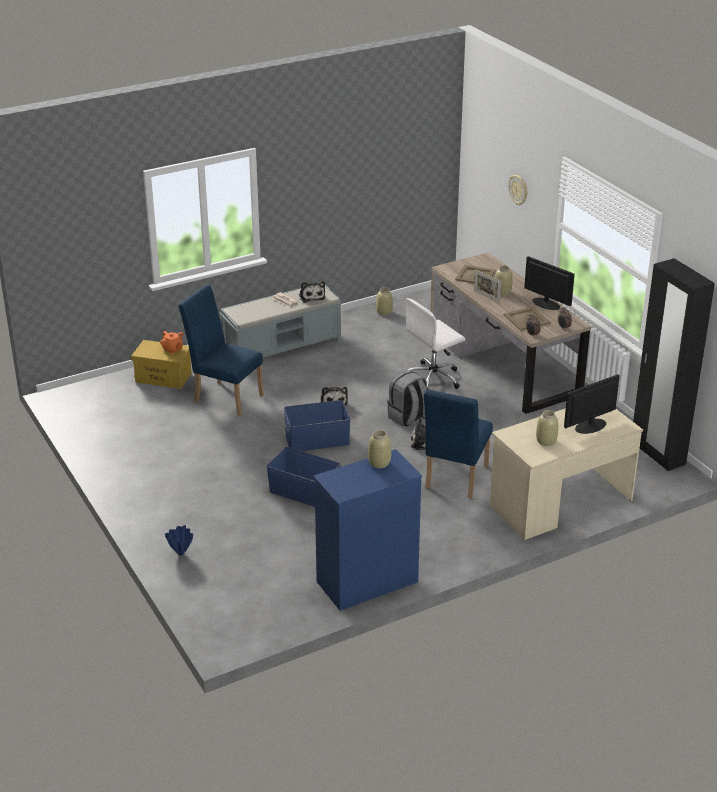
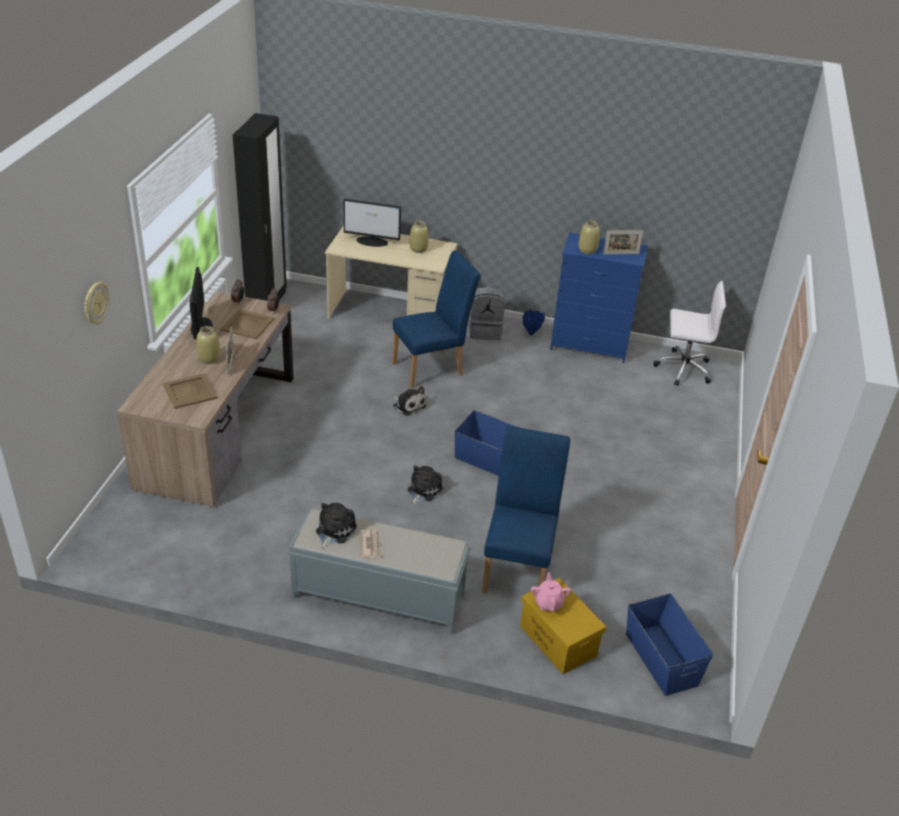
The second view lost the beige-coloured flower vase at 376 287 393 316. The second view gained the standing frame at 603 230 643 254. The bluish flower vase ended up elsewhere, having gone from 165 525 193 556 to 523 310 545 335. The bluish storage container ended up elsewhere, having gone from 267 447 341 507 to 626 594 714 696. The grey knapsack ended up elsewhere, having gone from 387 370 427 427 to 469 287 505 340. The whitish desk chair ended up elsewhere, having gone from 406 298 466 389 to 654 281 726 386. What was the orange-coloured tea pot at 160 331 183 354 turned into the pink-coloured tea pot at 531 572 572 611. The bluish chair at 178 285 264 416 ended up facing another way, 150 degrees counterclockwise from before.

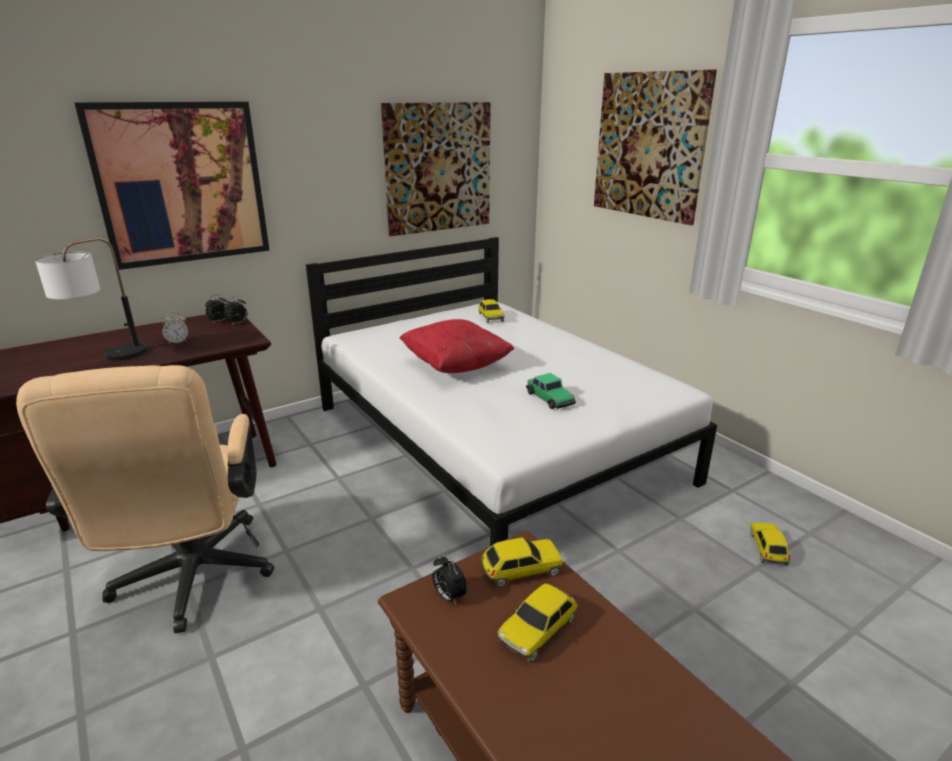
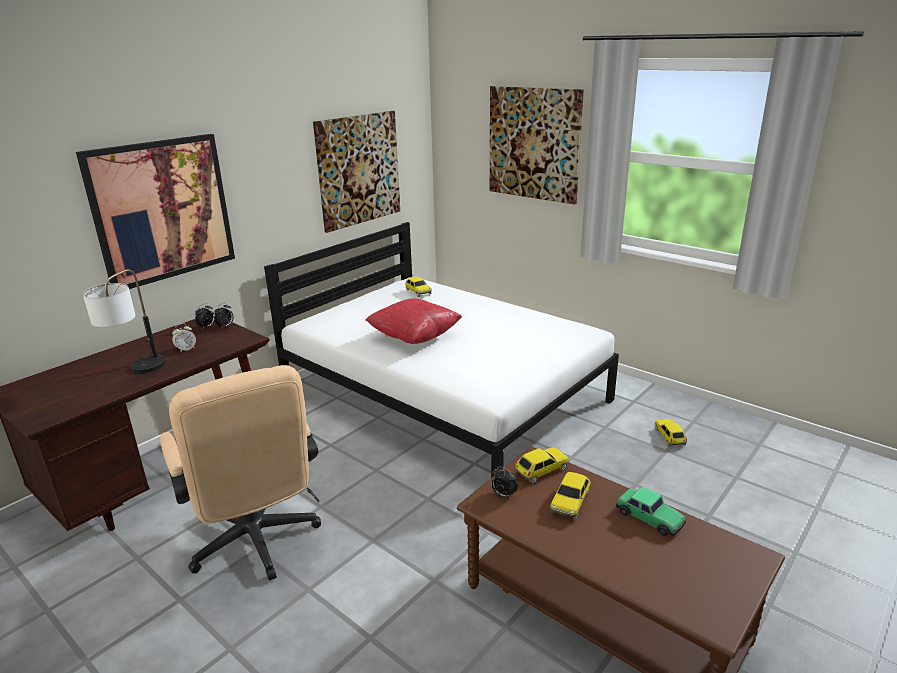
The miniature car ended up elsewhere, having gone from 526 373 576 409 to 616 486 686 536.

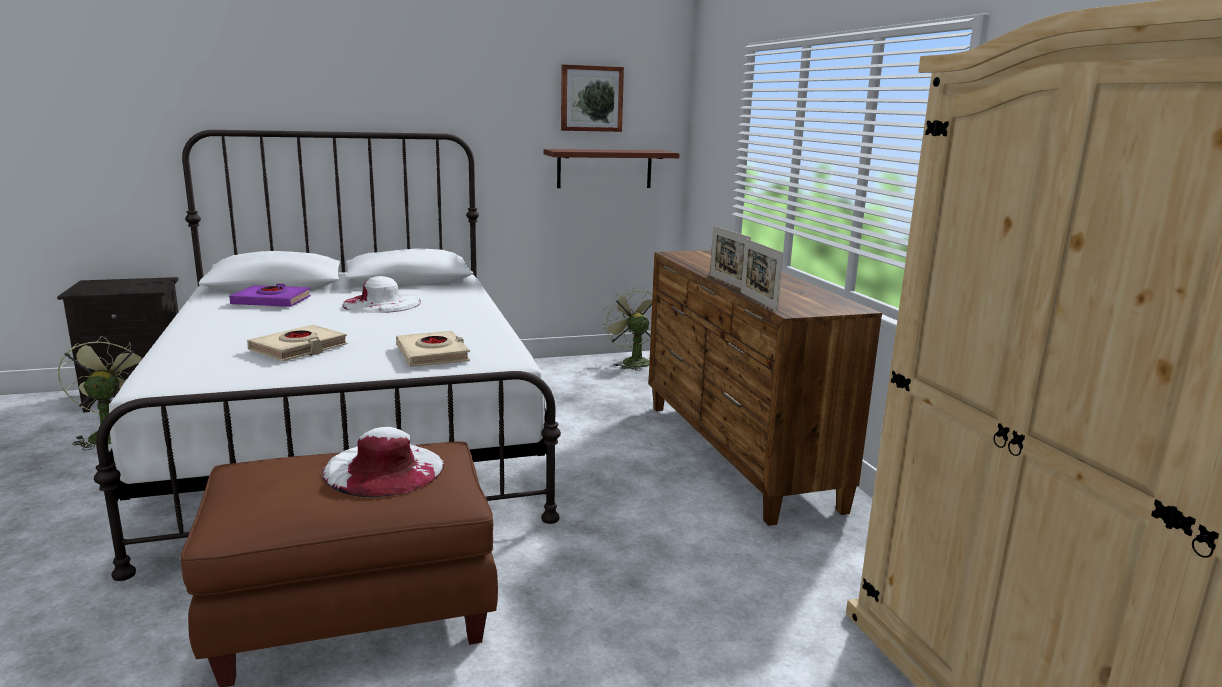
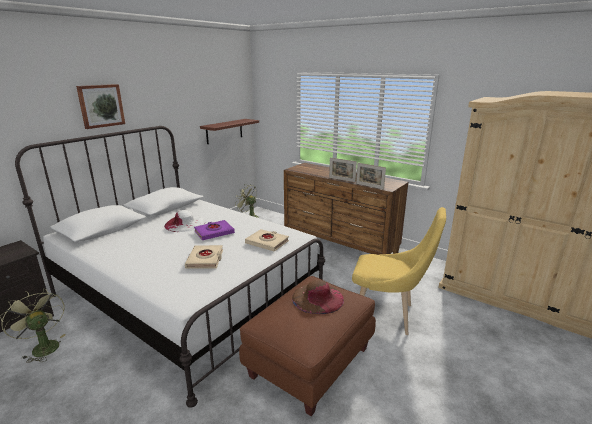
The second view gained the yellowish chair at 352 207 446 335. The purple-coloured bound book ended up elsewhere, having gone from 229 284 311 307 to 194 220 235 240. The wall picture ended up elsewhere, having gone from 561 64 624 132 to 76 84 125 129. What was the whitish hat at 322 427 444 497 turned into the brownish hat at 292 280 344 314.

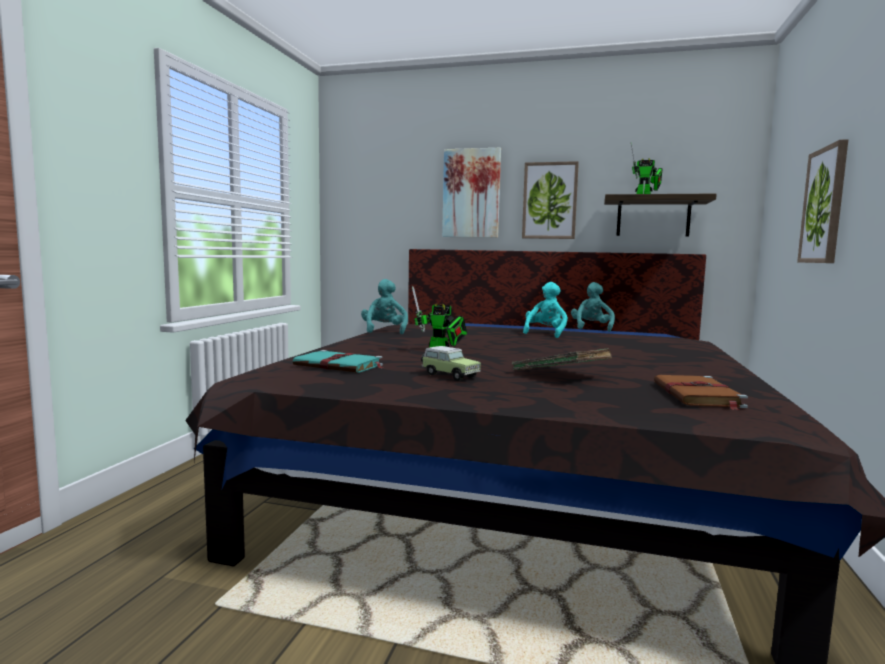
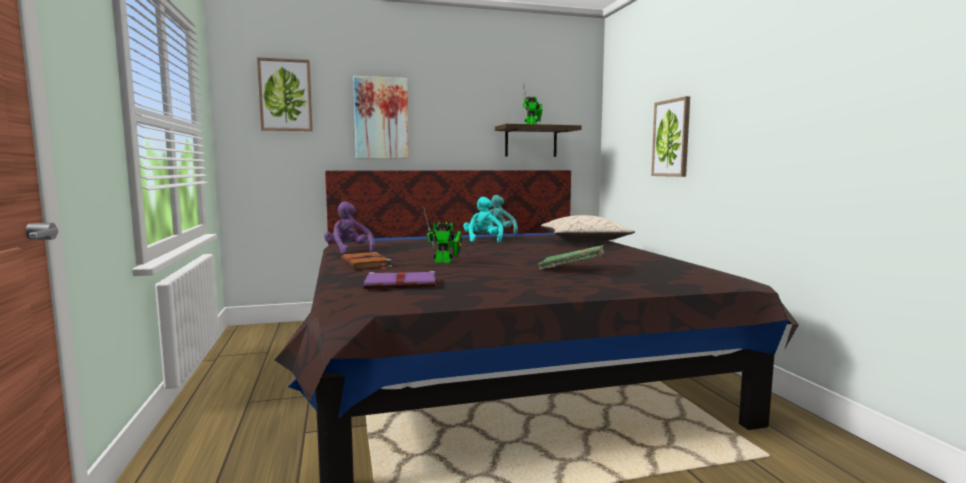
The second view lost the miniature car at 421 346 481 381. The second view gained the beige-coloured throw pillow at 541 215 635 242. The wall picture ended up elsewhere, having gone from 522 161 579 239 to 257 57 313 131. The brownish bound book ended up elsewhere, having gone from 654 375 748 410 to 341 252 392 269. What was the blue-green bound book at 293 350 383 373 turned into the purple-coloured bound book at 364 271 441 289. What was the blue-green cuddly toy at 361 279 408 334 turned into the purple-coloured cuddly toy at 324 201 375 254.

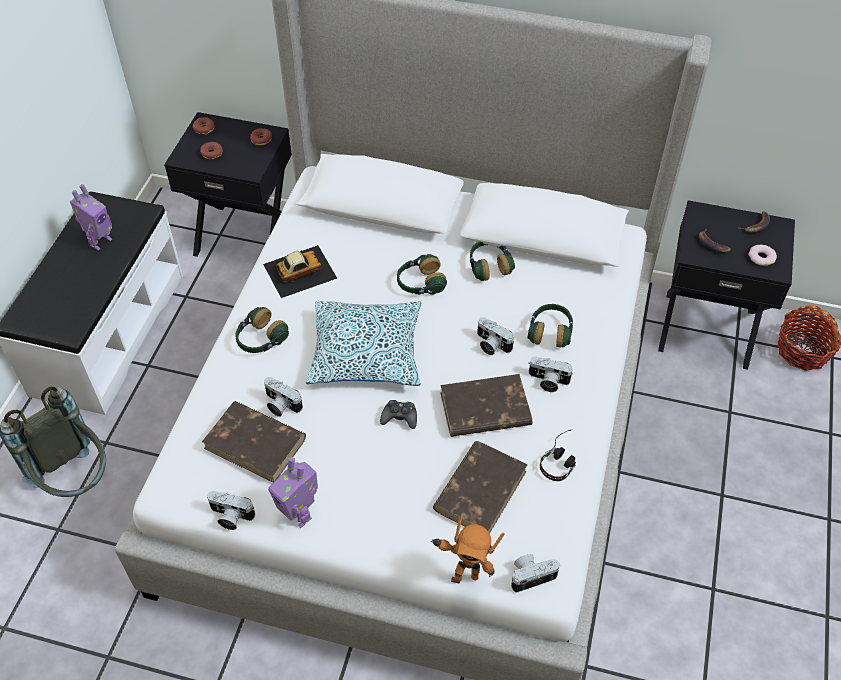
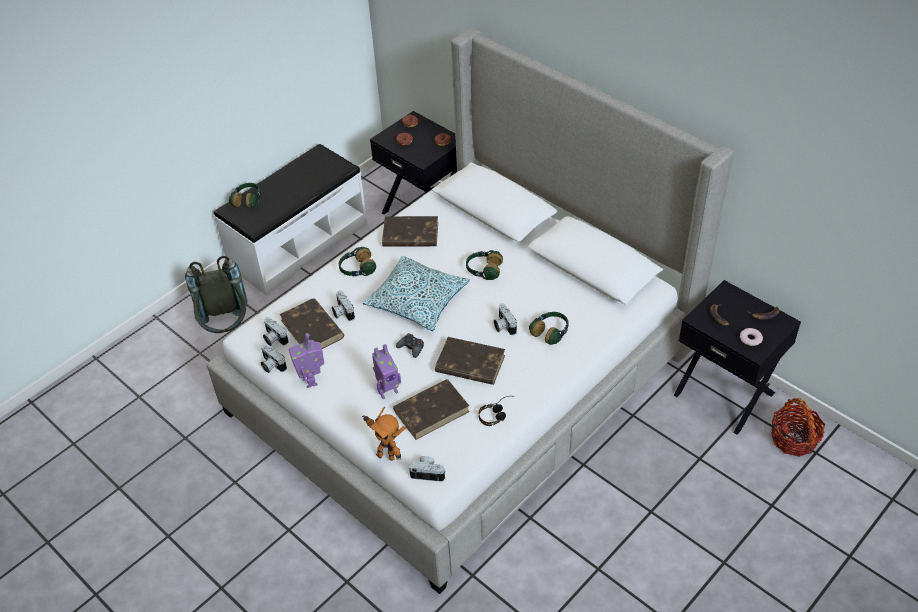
The robot figure ended up elsewhere, having gone from 70 184 112 251 to 372 344 401 399. The headphones ended up elsewhere, having gone from 470 241 515 281 to 229 183 261 208. The photo camera ended up elsewhere, having gone from 528 356 573 392 to 263 317 289 346. Where the miniature car stood at 263 245 337 298, the brownish bound book came to stand at 382 216 438 247.

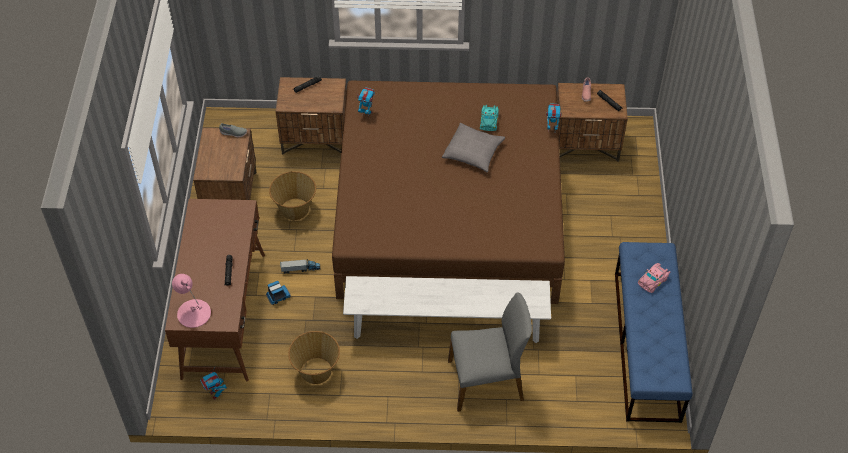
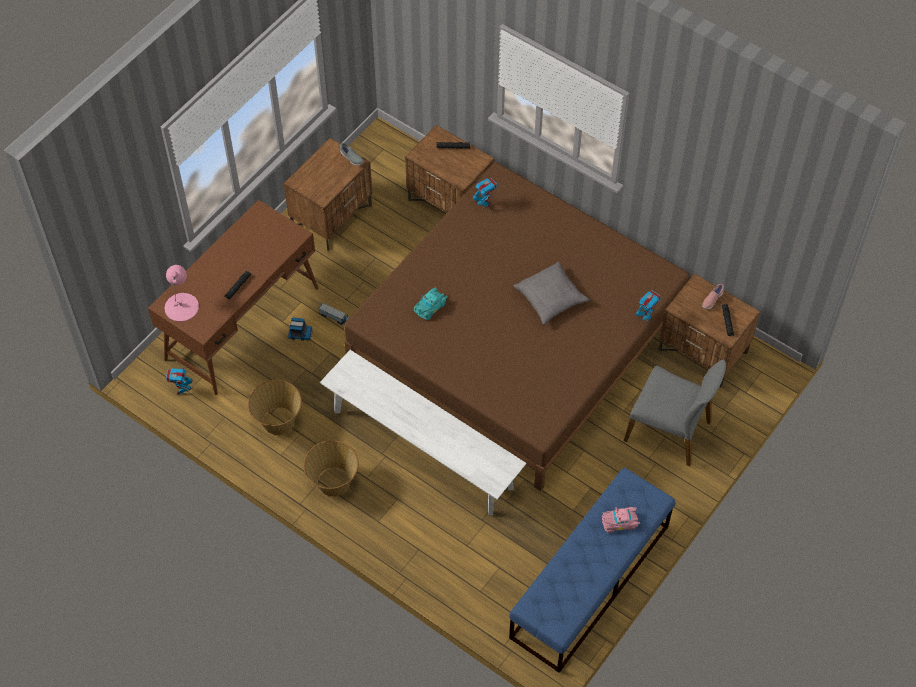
The household basket ended up elsewhere, having gone from 269 171 316 220 to 303 440 359 497. The grey chair ended up elsewhere, having gone from 448 293 532 412 to 624 360 726 467. The blue-green miniature car ended up elsewhere, having gone from 480 105 499 131 to 414 287 448 320.

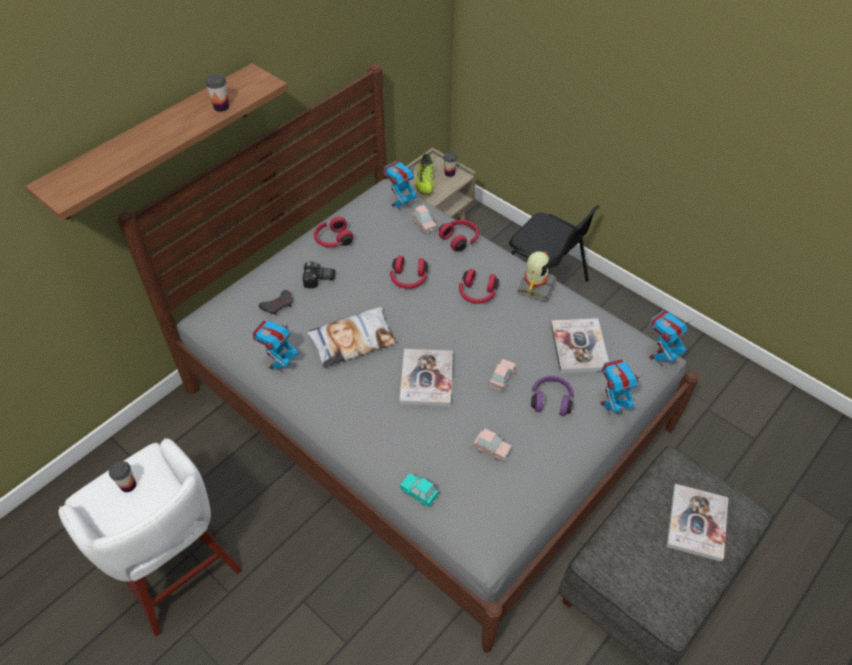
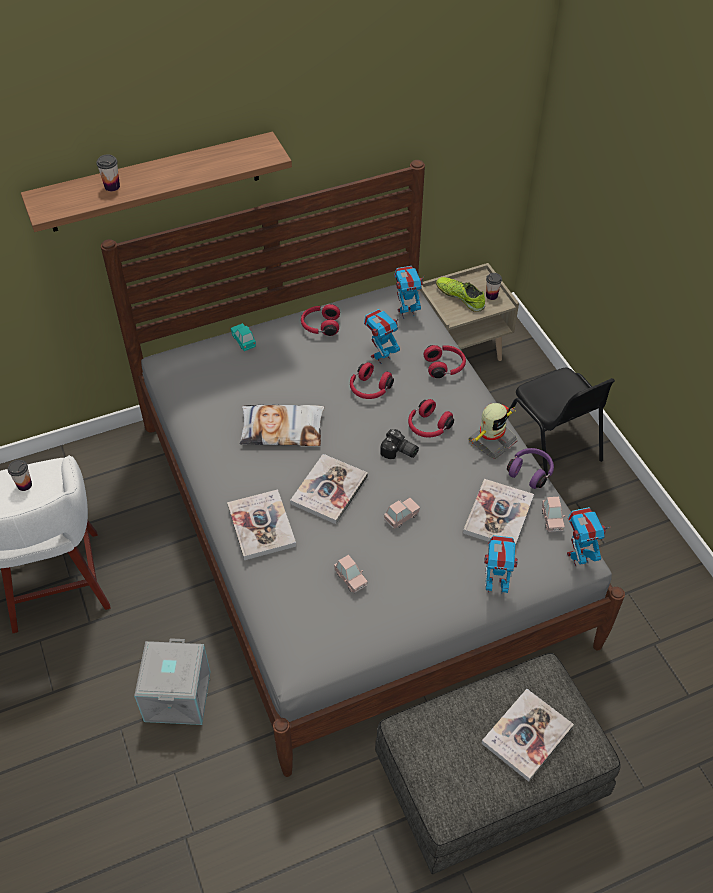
The second view lost the grey gamepad at 259 290 292 315. The second view gained the grey storage container at 134 638 211 725. The second view gained the bound book at 227 489 296 560. The small cup ended up elsewhere, having gone from 205 74 229 112 to 96 154 120 191. The robot figure ended up elsewhere, having gone from 252 320 299 372 to 364 309 401 364. The photo camera ended up elsewhere, having gone from 303 261 335 288 to 380 429 419 459. The blue-green miniature car ended up elsewhere, having gone from 400 473 439 507 to 231 323 256 351. The pink-coloured miniature car ended up elsewhere, having gone from 412 205 437 234 to 542 497 565 532. The purple-coloured headphones ended up elsewhere, having gone from 531 376 574 416 to 507 448 554 489. The shoe at 416 154 434 195 ended up facing another way, 105 degrees clockwise from before.

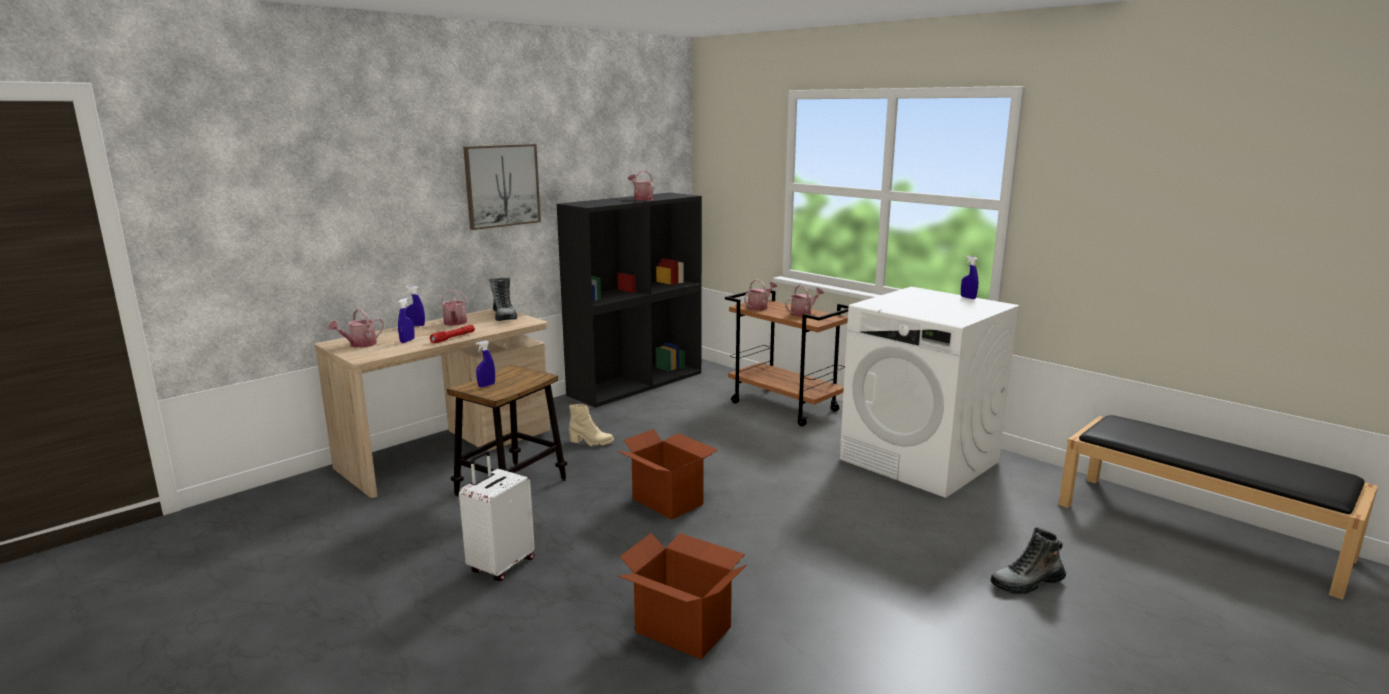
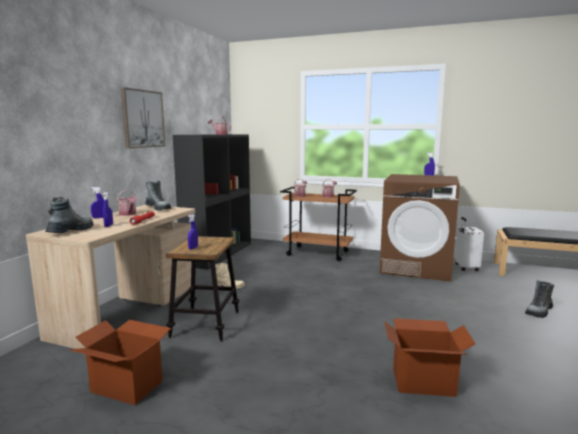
The whitish travel case ended up elsewhere, having gone from 459 451 535 581 to 455 217 484 271. The cardboard box ended up elsewhere, having gone from 616 429 718 519 to 69 320 171 405. Where the watering can stood at 328 309 384 348, the high-top boot came to stand at 45 197 93 233. What was the whitish laundry machine at 840 287 1020 498 turned into the brownish laundry machine at 380 174 460 281.

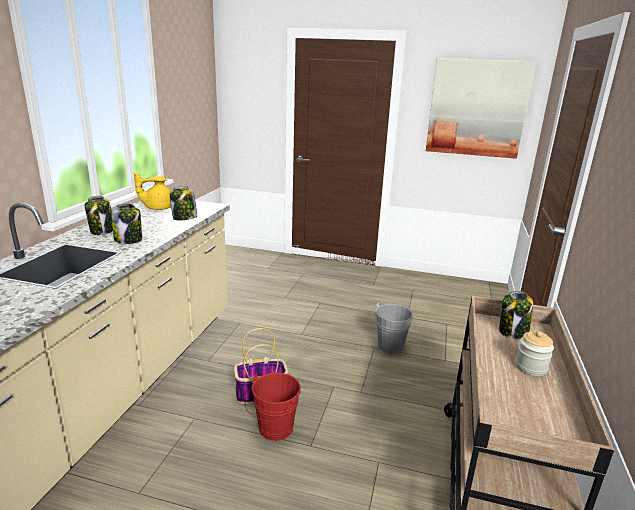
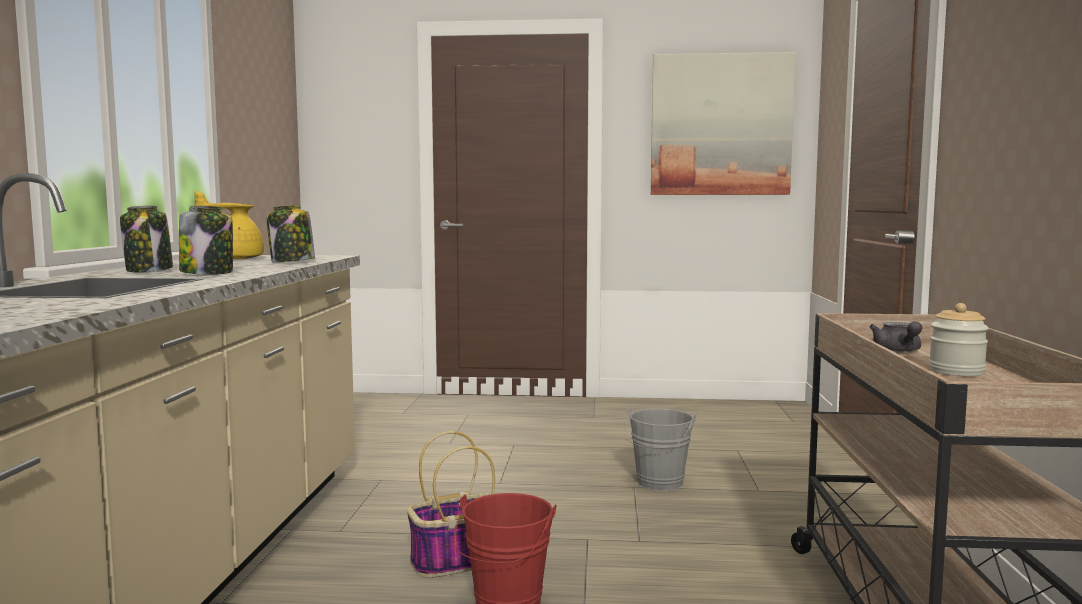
Where the preserve jar stood at 499 291 533 339, the grey tea pot came to stand at 869 321 922 352.

